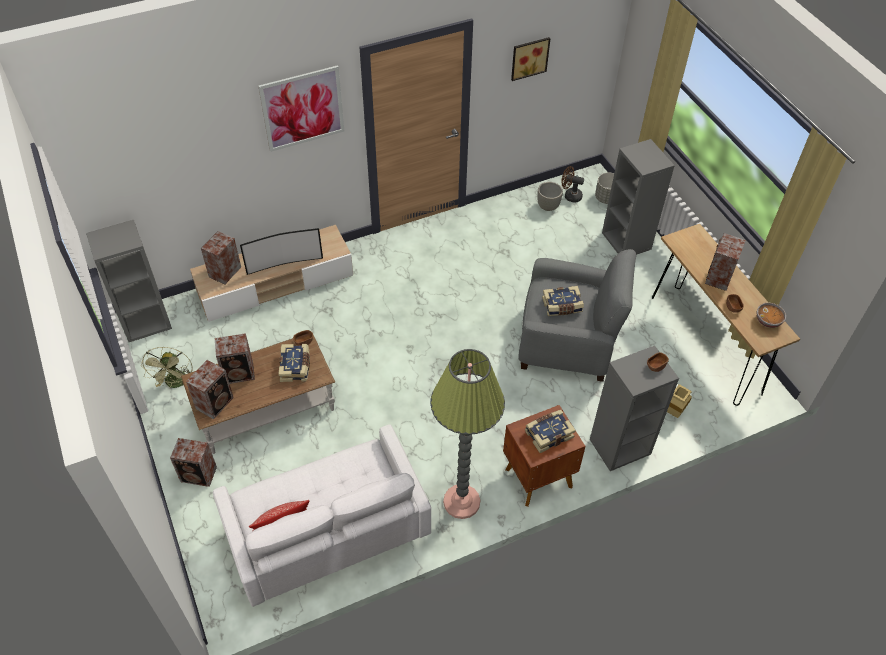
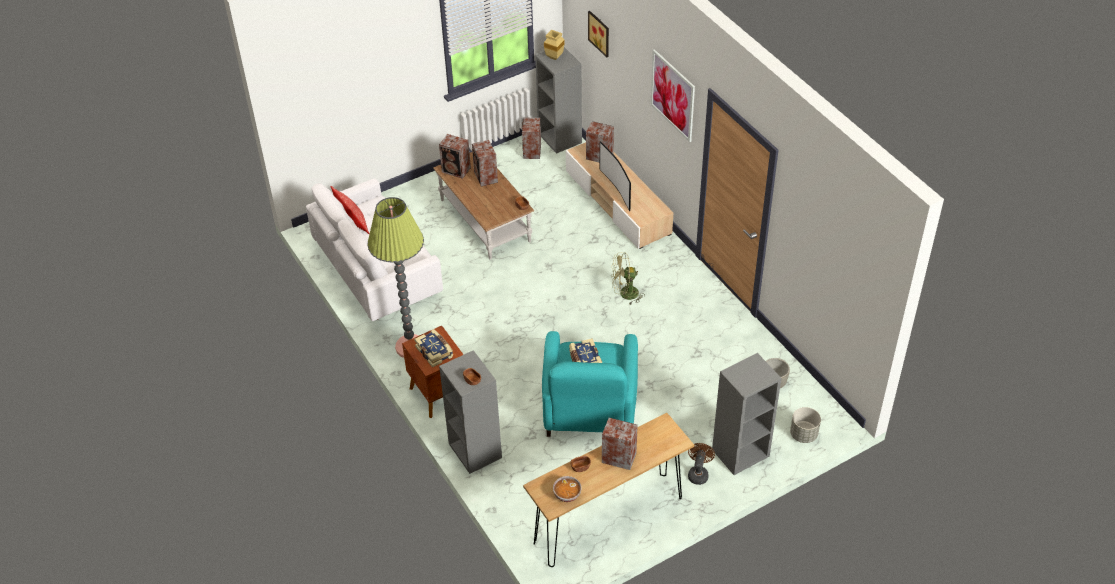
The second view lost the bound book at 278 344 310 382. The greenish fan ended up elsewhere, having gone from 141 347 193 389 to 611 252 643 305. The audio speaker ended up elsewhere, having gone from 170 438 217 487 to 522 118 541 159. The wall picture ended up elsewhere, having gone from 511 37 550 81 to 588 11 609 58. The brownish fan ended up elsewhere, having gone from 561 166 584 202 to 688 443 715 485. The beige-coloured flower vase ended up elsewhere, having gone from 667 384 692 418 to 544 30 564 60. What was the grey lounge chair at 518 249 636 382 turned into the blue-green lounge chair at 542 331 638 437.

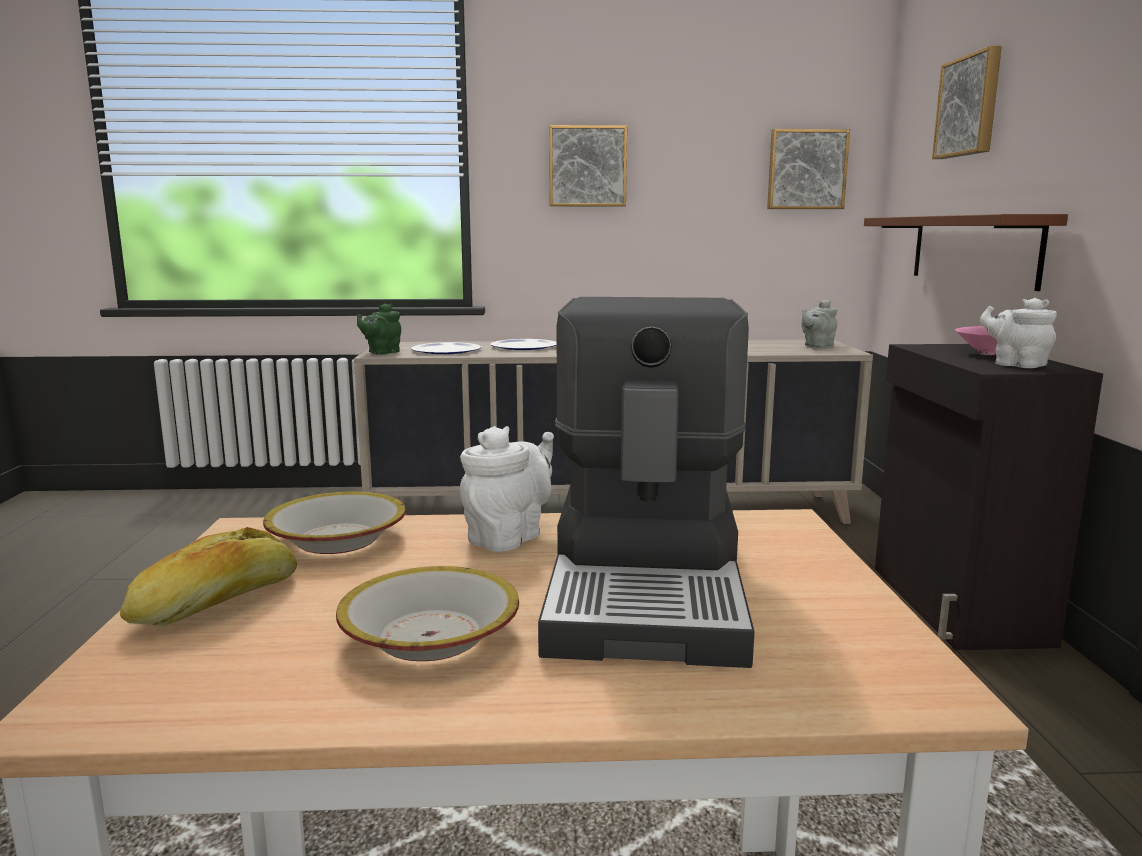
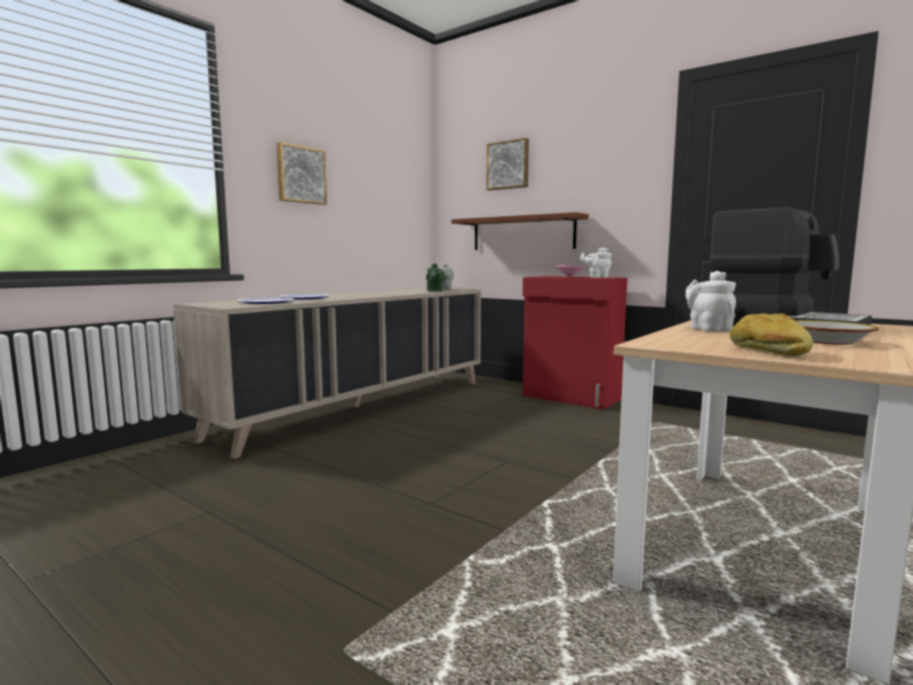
The second view lost the bowl at 263 491 406 554. The second view lost the wall picture at 767 129 850 209. The greenish tea pot ended up elsewhere, having gone from 357 303 401 355 to 426 263 445 291. What was the black-coloured cupboard at 875 344 1103 650 turned into the reddish cupboard at 522 276 627 410.

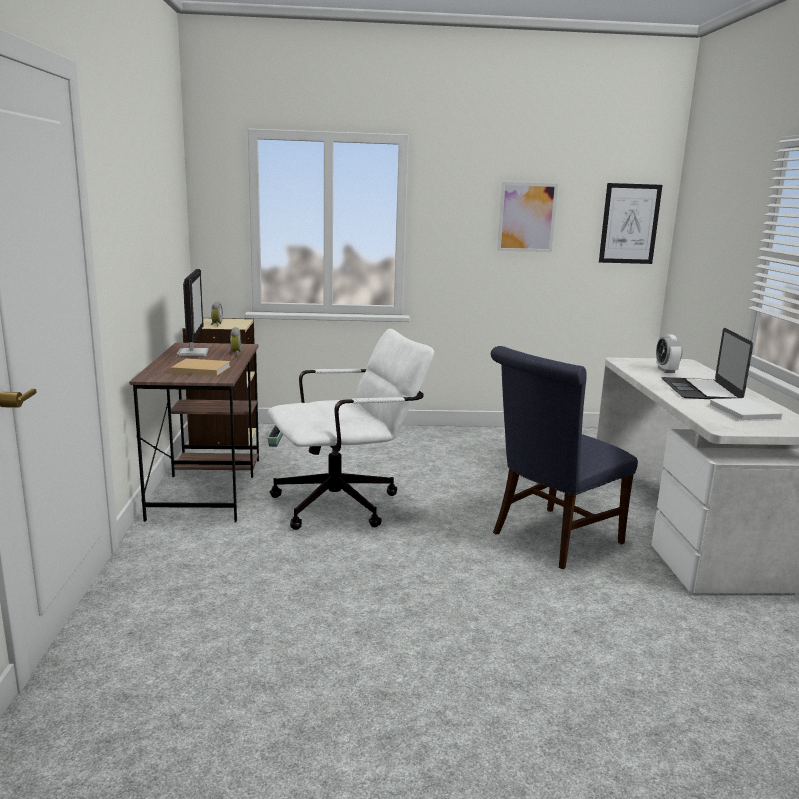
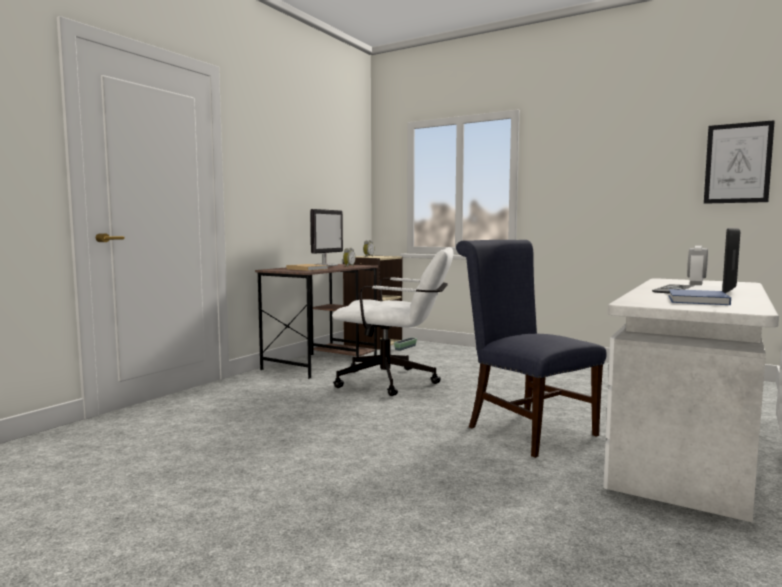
The second view lost the wall picture at 497 182 558 252. What was the whitish bound book at 708 398 783 421 turned into the bluish bound book at 668 289 731 305. The bluish chair at 491 346 638 570 ended up facing another way, 60 degrees clockwise from before.

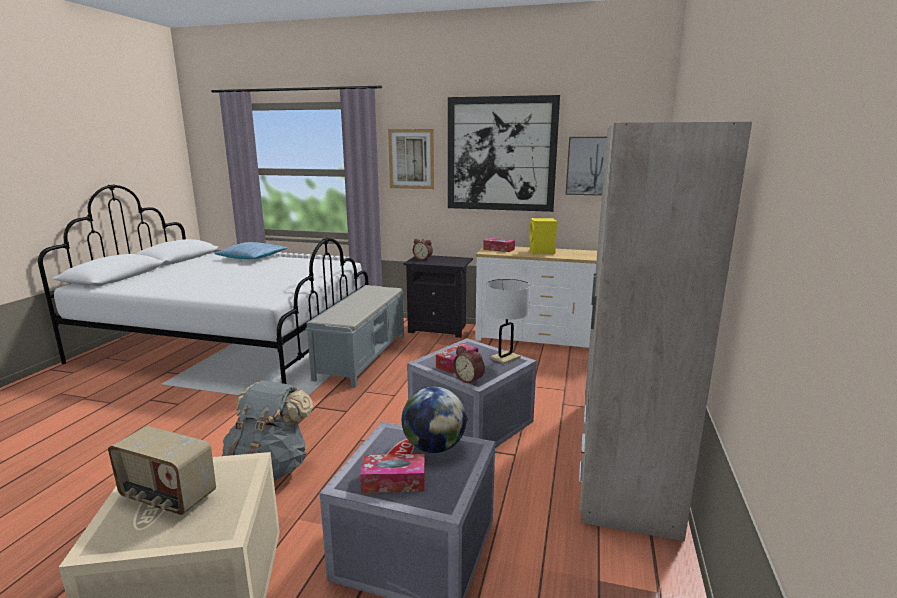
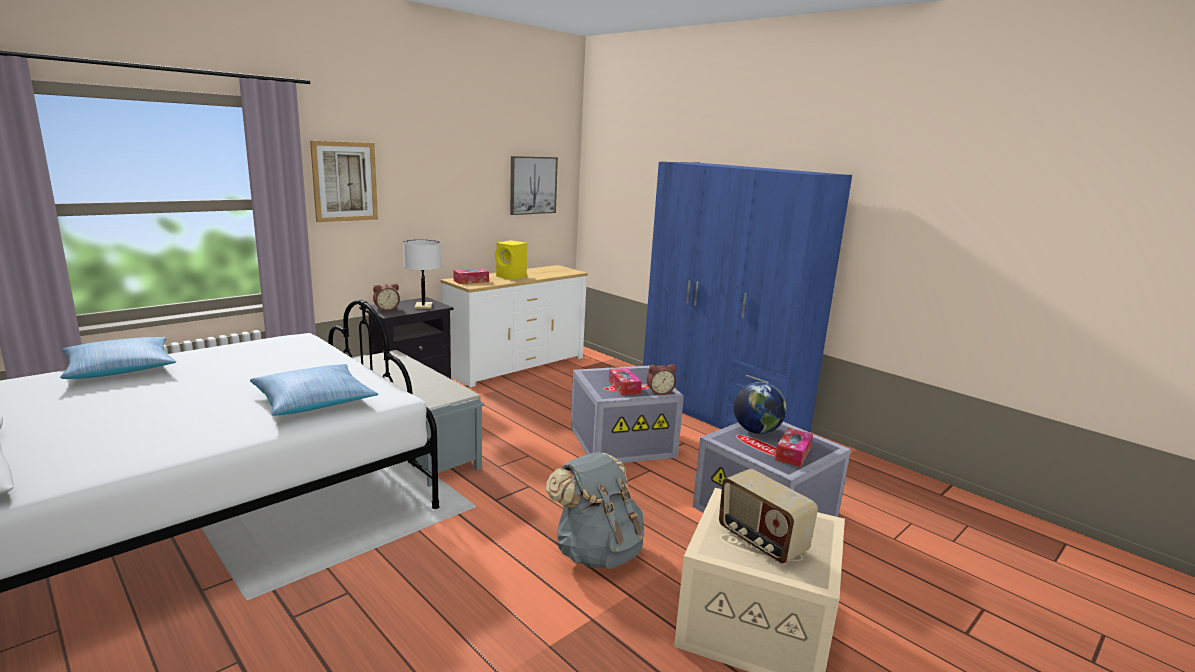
The second view lost the wall picture at 448 95 560 212. The second view gained the throw pillow at 250 364 378 416. The whitish tabletop lamp ended up elsewhere, having gone from 486 279 530 364 to 403 240 441 309. What was the beige-coloured clothes cupboard at 579 122 752 541 turned into the bluish clothes cupboard at 643 162 852 432. The radio receiver at 108 426 216 515 ended up facing another way, 90 degrees clockwise from before.

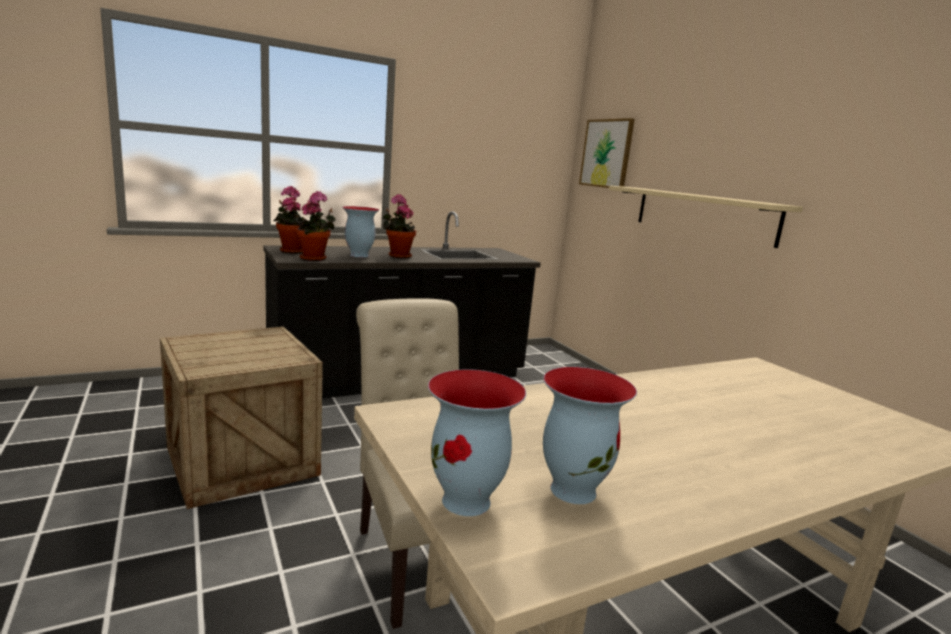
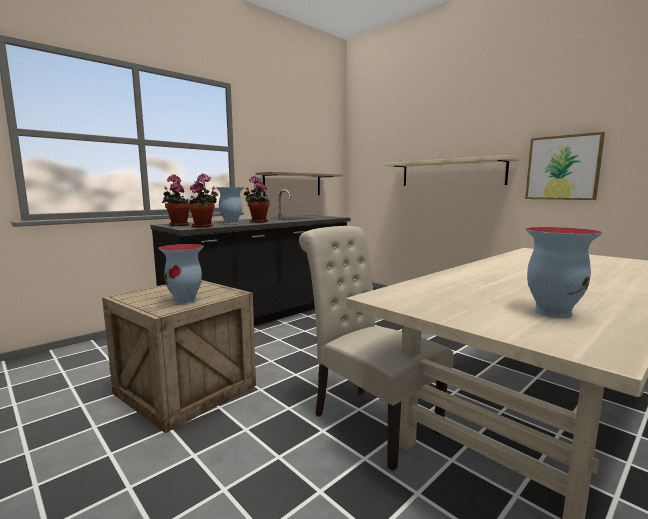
The second view gained the shelf at 256 172 342 196. The flower vase ended up elsewhere, having gone from 428 369 526 516 to 158 244 204 304. The wall picture ended up elsewhere, having gone from 579 118 635 188 to 525 132 605 200.

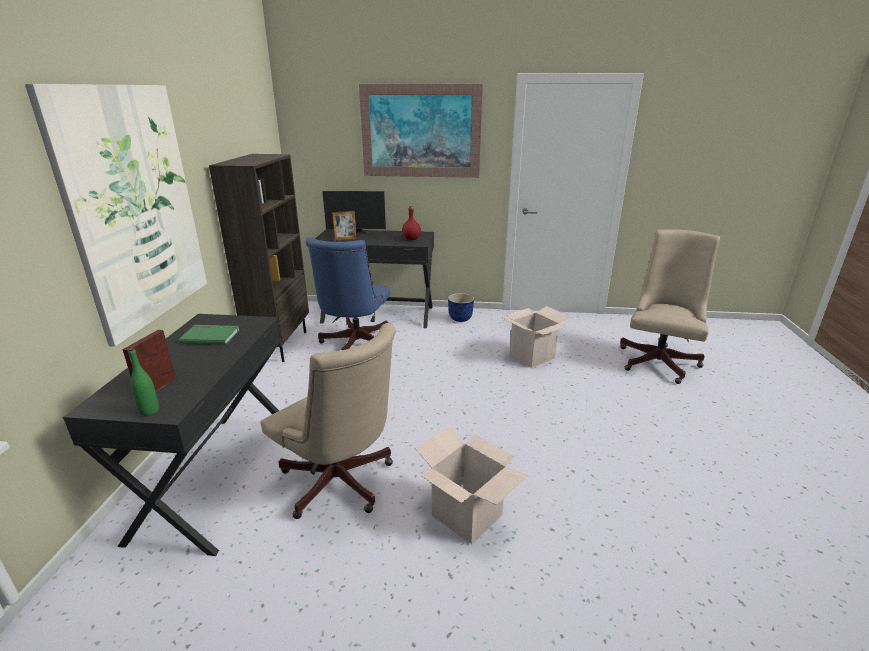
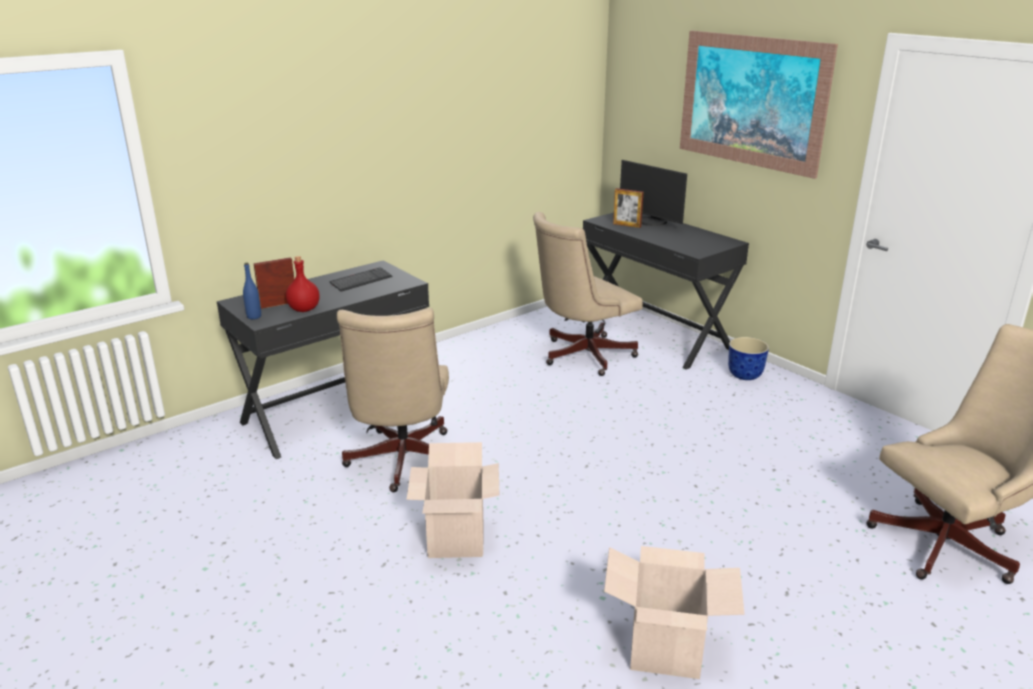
The second view lost the wall picture at 25 84 207 347. The second view lost the brownish bookshelf at 209 154 309 362. The reddish beverage bottle ended up elsewhere, having gone from 402 206 421 240 to 286 256 320 312. The cardboard box ended up elsewhere, having gone from 503 306 570 368 to 604 546 745 679. Where the greenish bound book stood at 178 325 239 345, the PC keyboard came to stand at 329 267 393 292. What was the greenish beverage bottle at 128 348 159 416 turned into the bluish beverage bottle at 243 263 261 319. What was the bluish desk chair at 306 237 390 350 turned into the beige-coloured desk chair at 533 212 643 376.

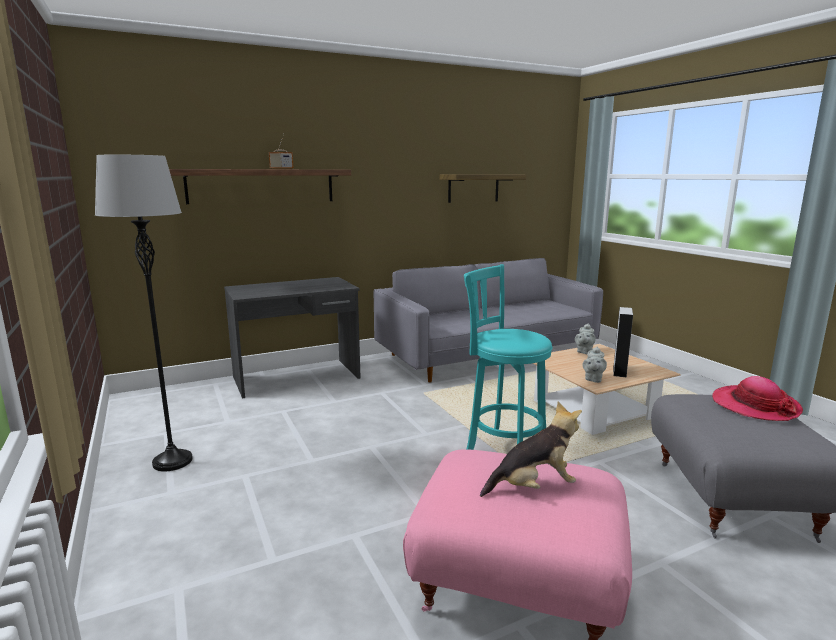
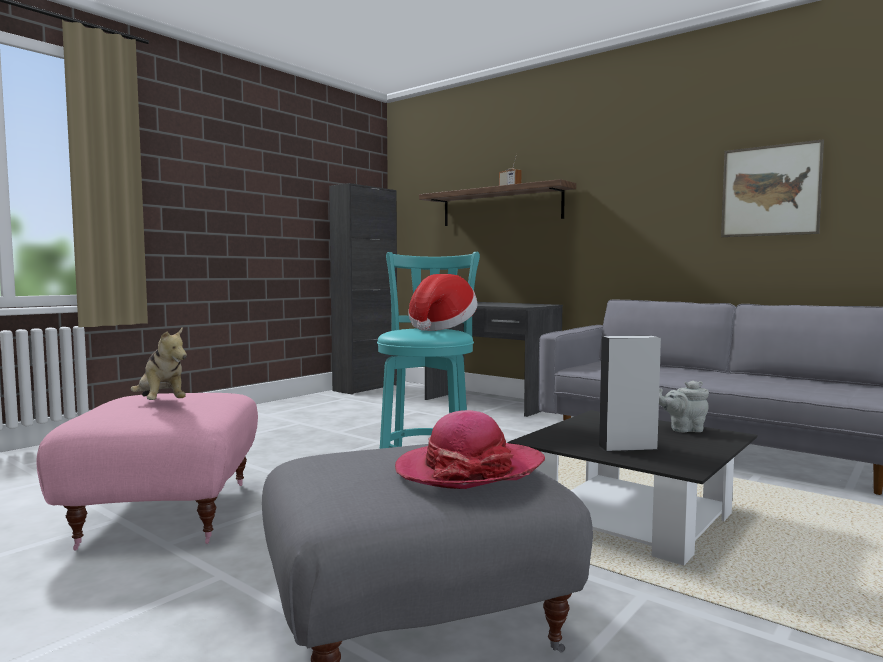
The second view lost the grey standard lamp at 95 155 193 471. The second view lost the grey tea pot at 582 346 607 383. The second view gained the black-coloured cupboard at 329 183 397 395. The second view gained the hat at 408 274 478 331. Where the shelf hung at 440 174 526 203, the wall picture came to hang at 721 139 824 237. What was the beige-coloured low table at 533 344 681 435 turned into the black-coloured low table at 507 410 757 565.

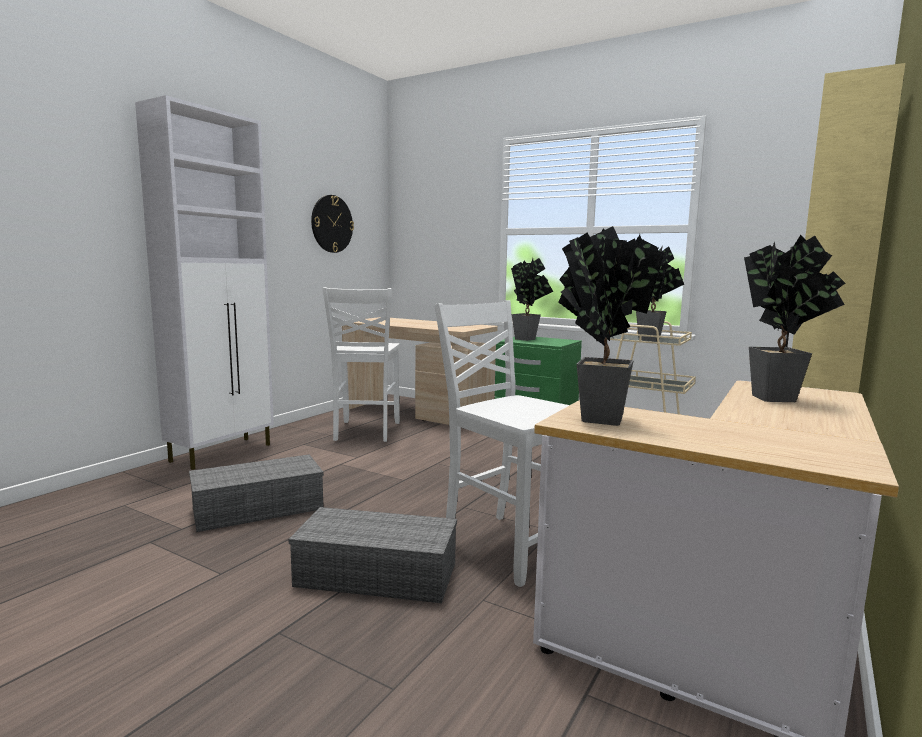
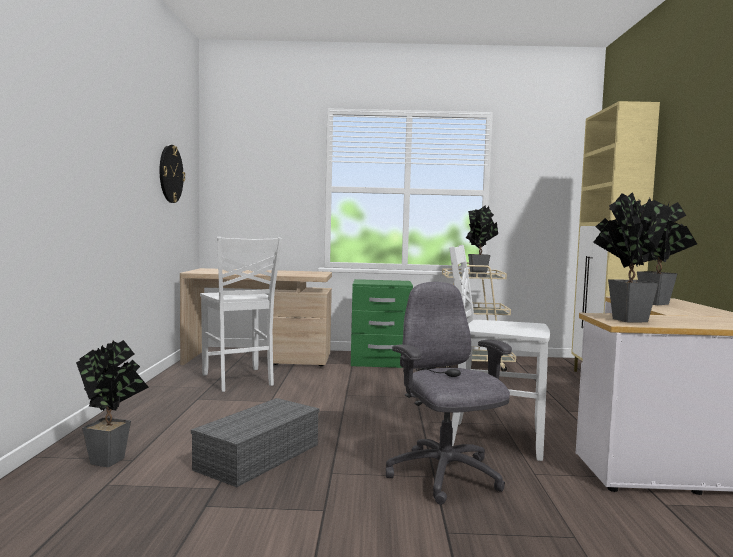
The second view lost the whitish cupboard at 135 95 274 470. The houseplant ended up elsewhere, having gone from 511 258 553 341 to 76 340 149 467. Where the grey storage container stood at 288 507 457 603, the grey desk chair came to stand at 386 282 512 505.

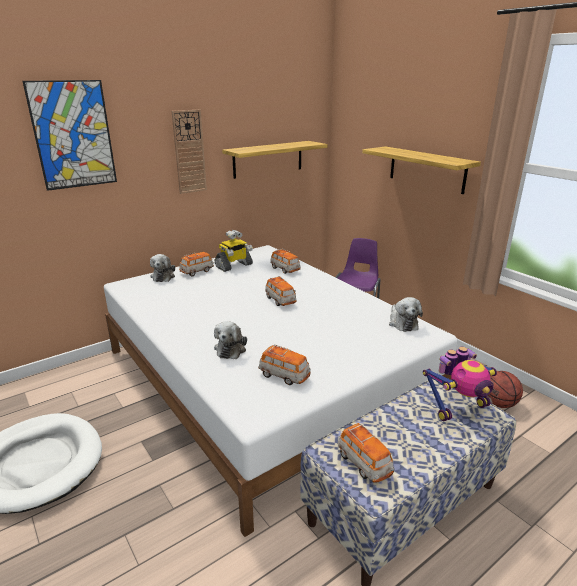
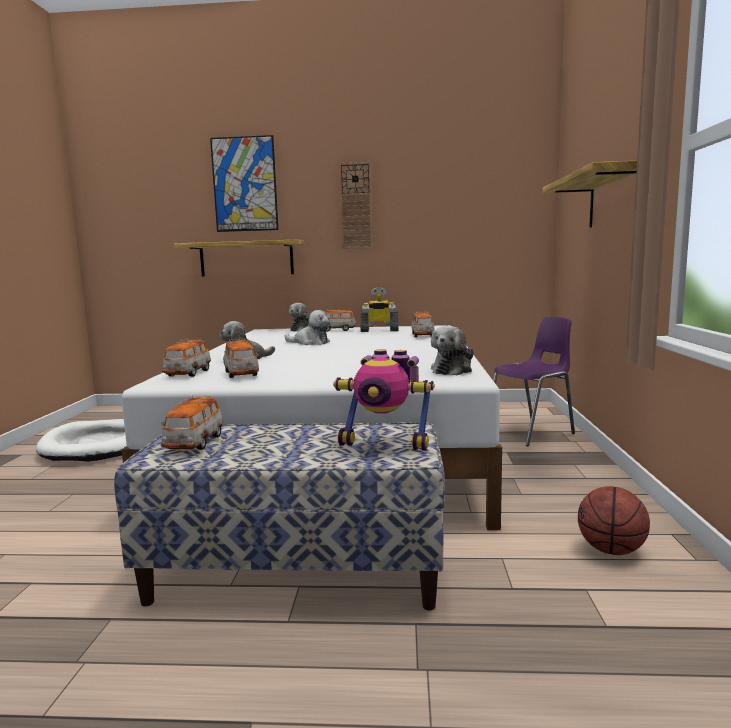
The second view gained the cuddly toy at 285 310 330 345. The shelf ended up elsewhere, having gone from 222 141 328 179 to 174 240 304 277. The miniature car ended up elsewhere, having gone from 265 276 297 306 to 162 339 211 377.

